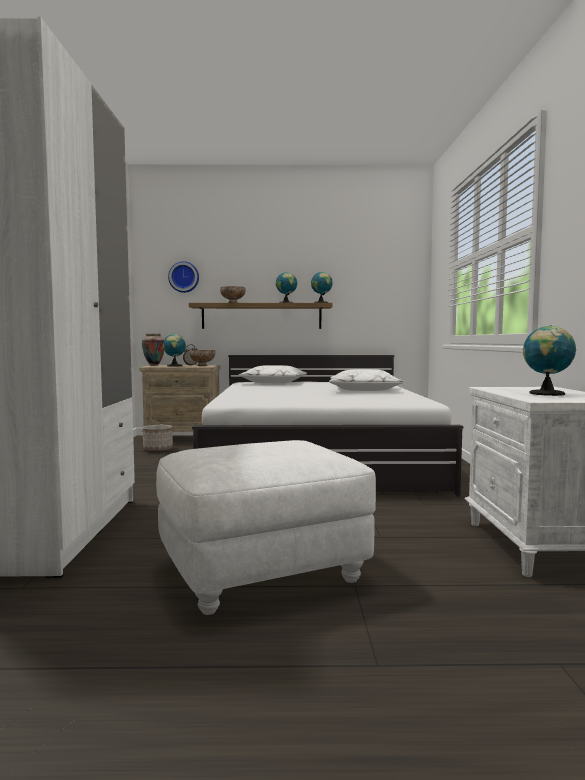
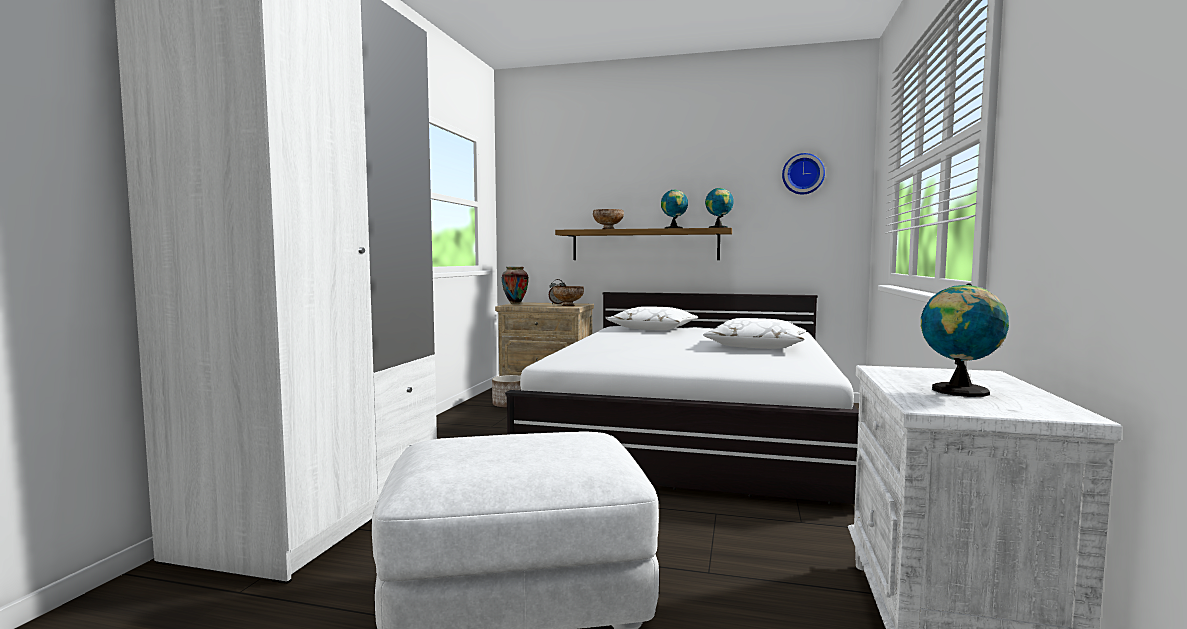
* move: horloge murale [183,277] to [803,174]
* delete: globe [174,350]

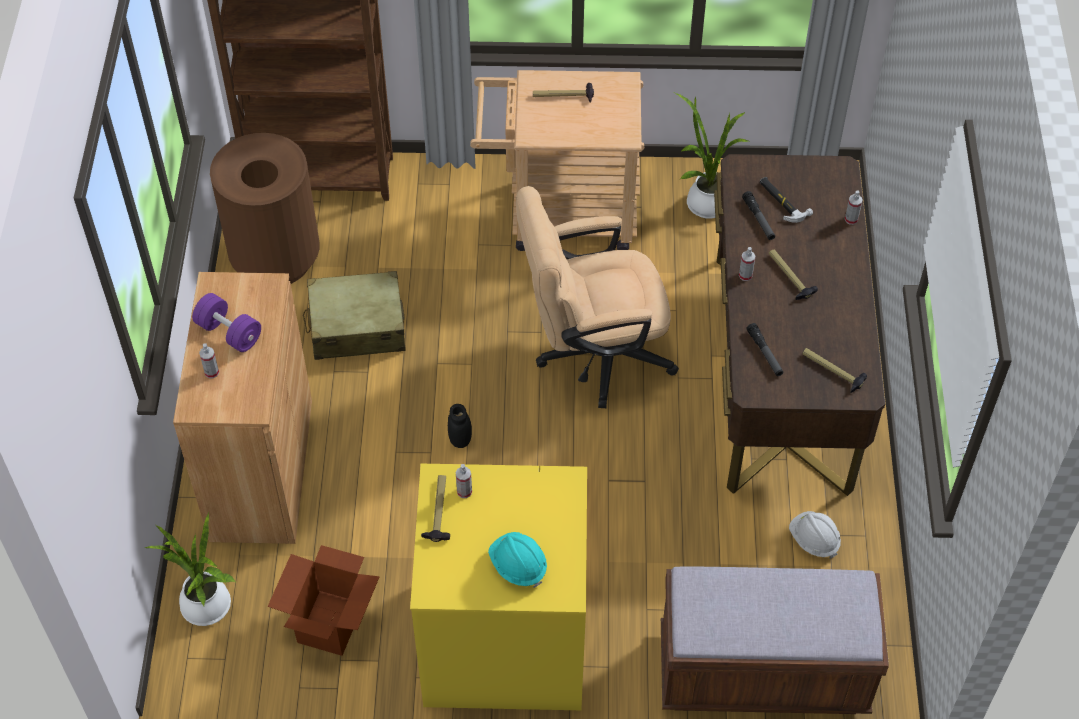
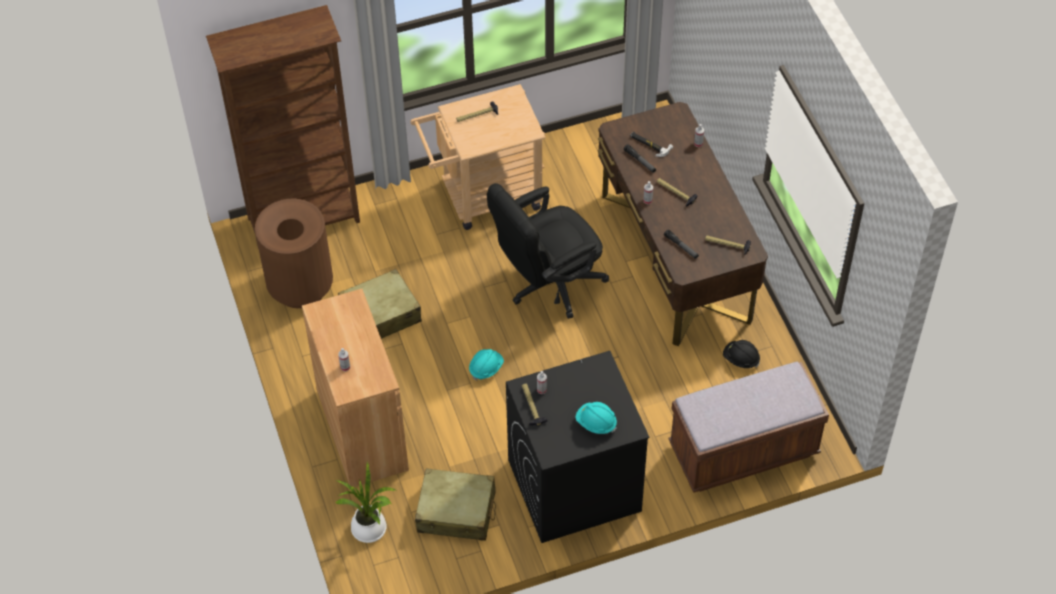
* delete: plante en pot [712,156]
* recolor: chaise de bureau/beige [597,297] to chaise de bureau/noir [548,251]
* delete: haltère/violet [226,322]
* replace: bocal/noir [460,426] to casque de chantier/turquoise [486,365]
* recolor: lave-linge/jaune [498,587] to lave-linge/noir [577,447]
* recolor: casque de chantier/blanc [815,535] to casque de chantier/noir [741,354]
* replace: carton [324,600] to valise/beige [455,504]

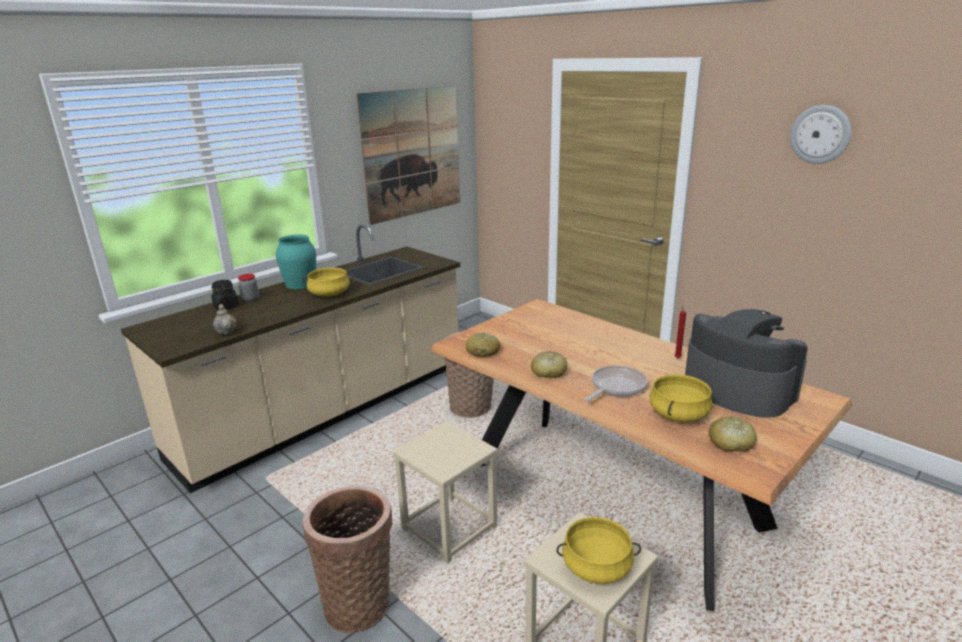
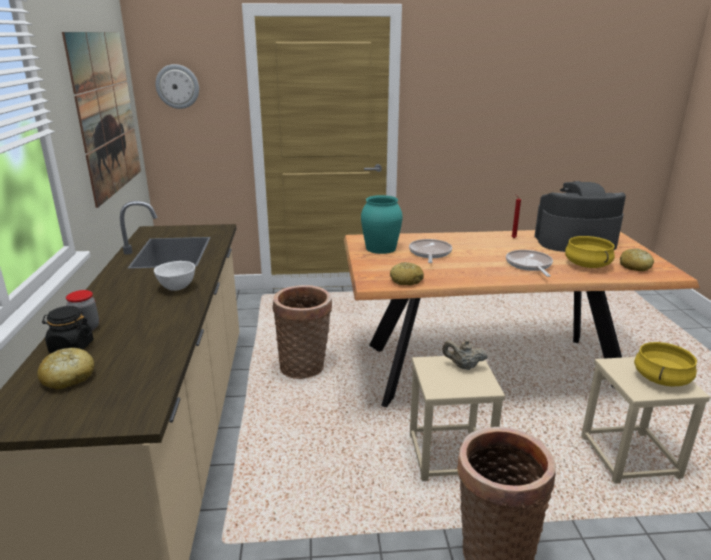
* move: horloge murale [821,134] to [177,86]
* move: vase/turquoise [296,262] to [382,224]
* replace: marmite/jaune [327,282] to bol/blanc [174,276]
* move: théière/beige [225,319] to [465,355]
* move: pain [549,364] to [65,368]
* insert: poêle [430,251]

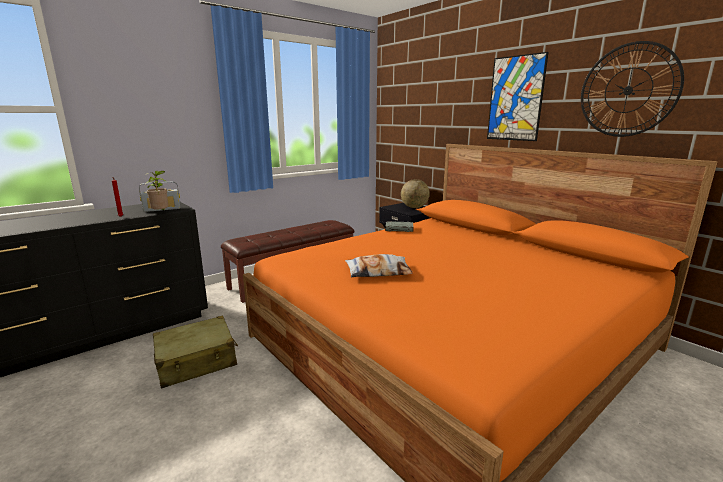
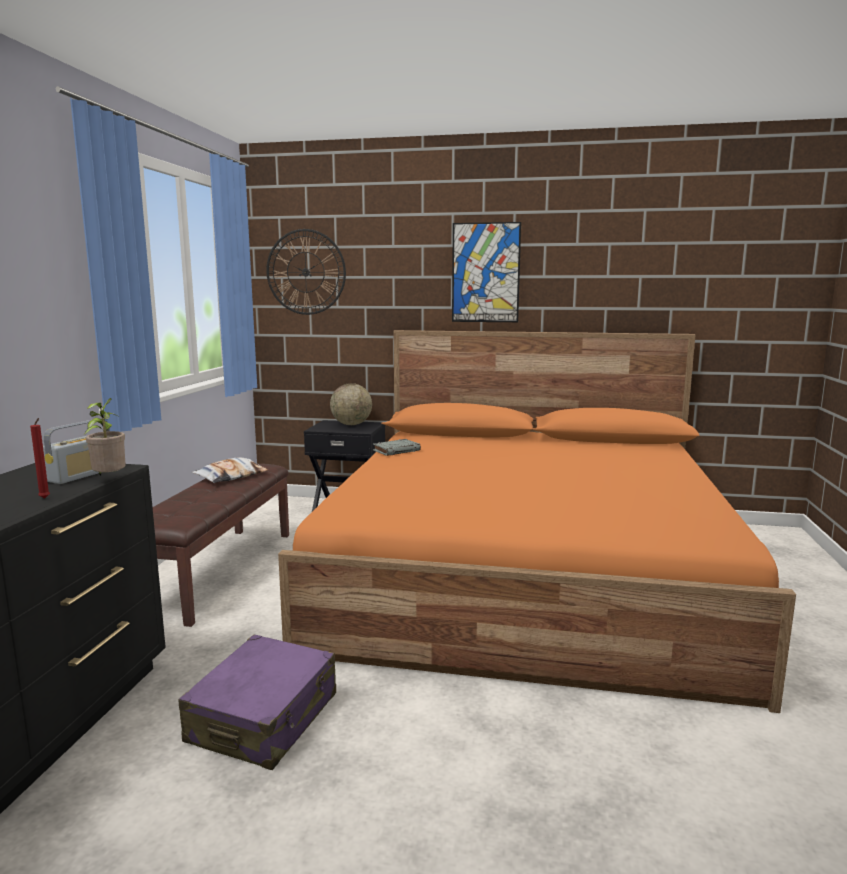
* move: horloge murale [632,89] to [306,272]
* move: coussin [379,265] to [230,470]
* recolor: valise/beige [195,352] to valise/violet [257,702]

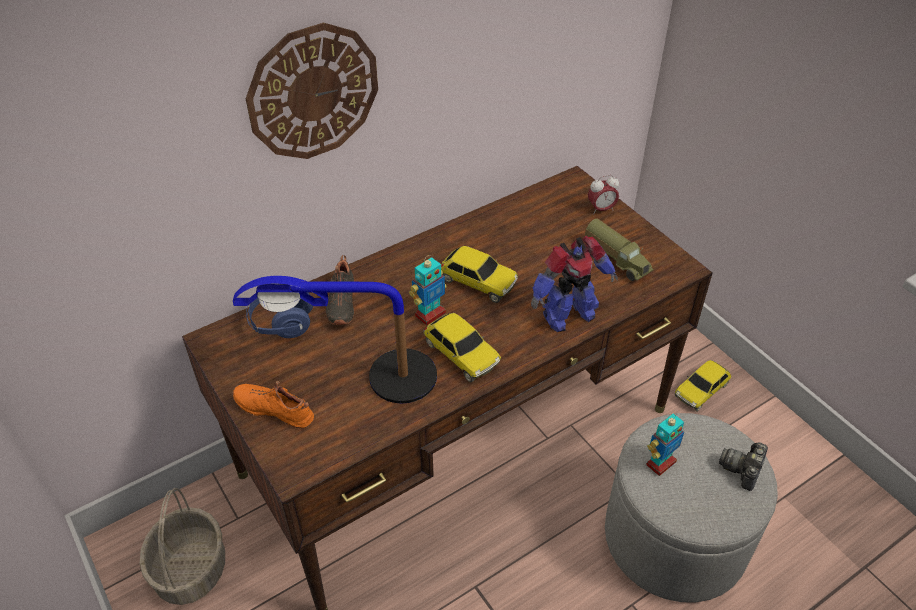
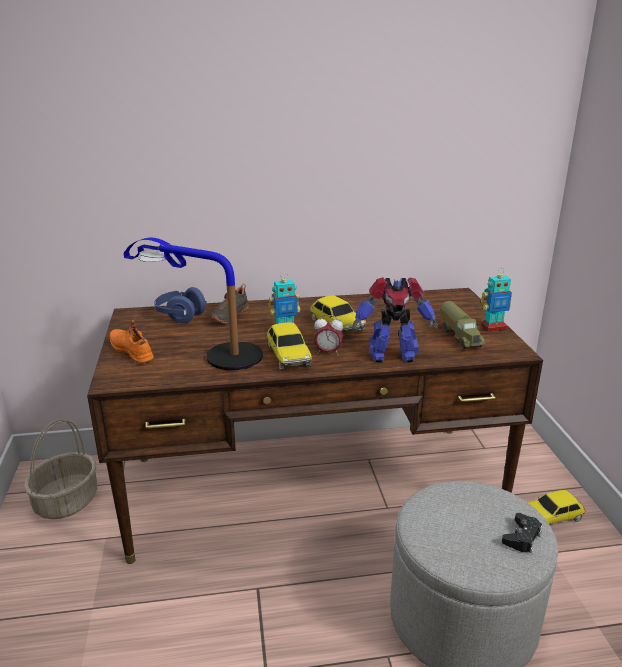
* delete: horloge murale [312,90]
* move: réveil [603,194] to [328,334]
* move: robot jouet [665,445] to [496,302]
* replace: appareil photo [743,467] to manette/noir [522,533]

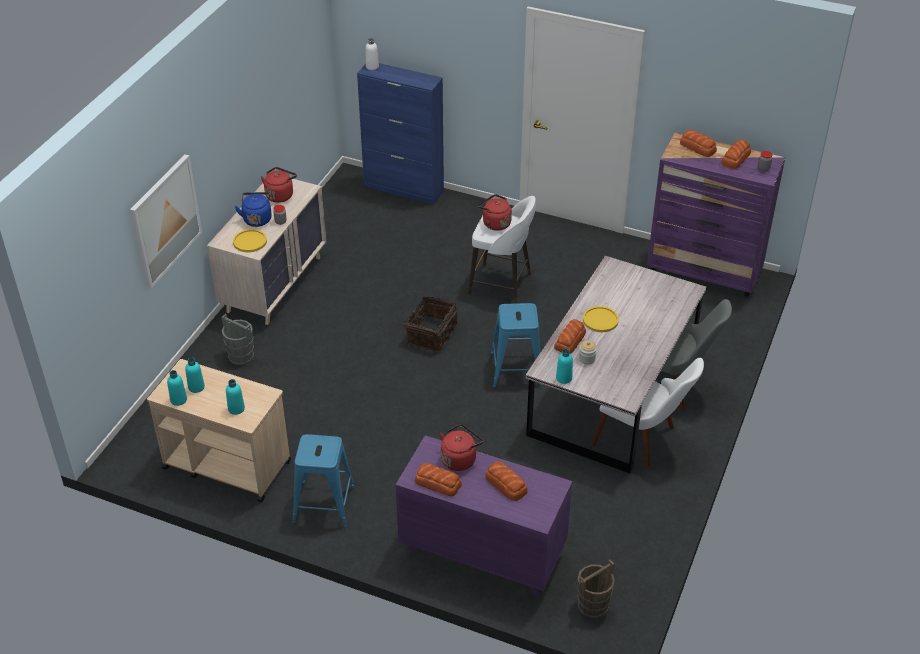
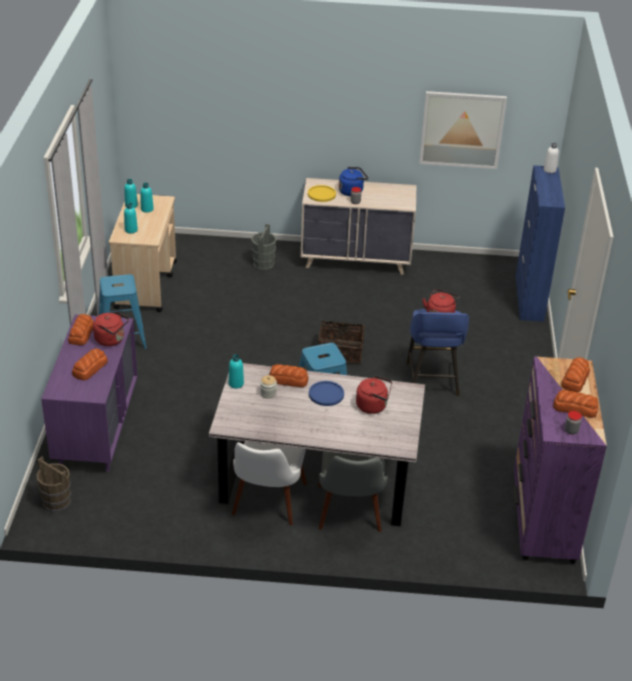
* move: tableau [166,221] to [463,130]
* move: bouilloire/rouge [279,185] to [374,395]
* recolor: tabouret/blanc [502,250] to tabouret/bleu [437,352]
* recolor: assiette/jaune [601,319] to assiette/bleu [326,393]

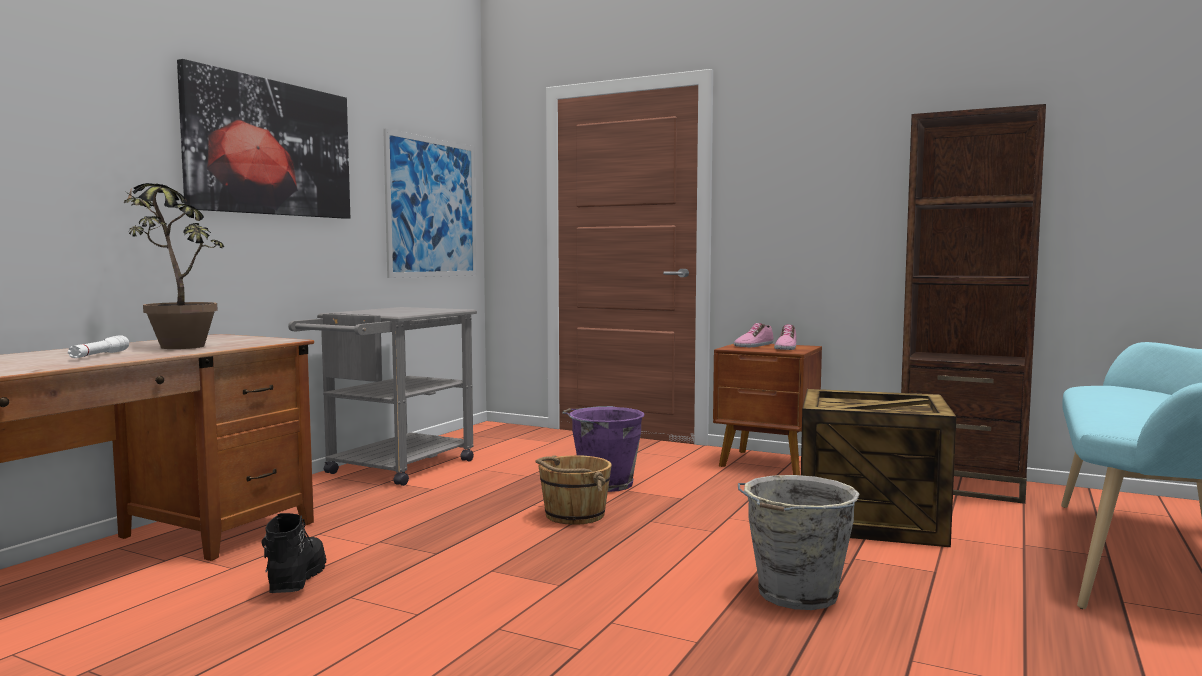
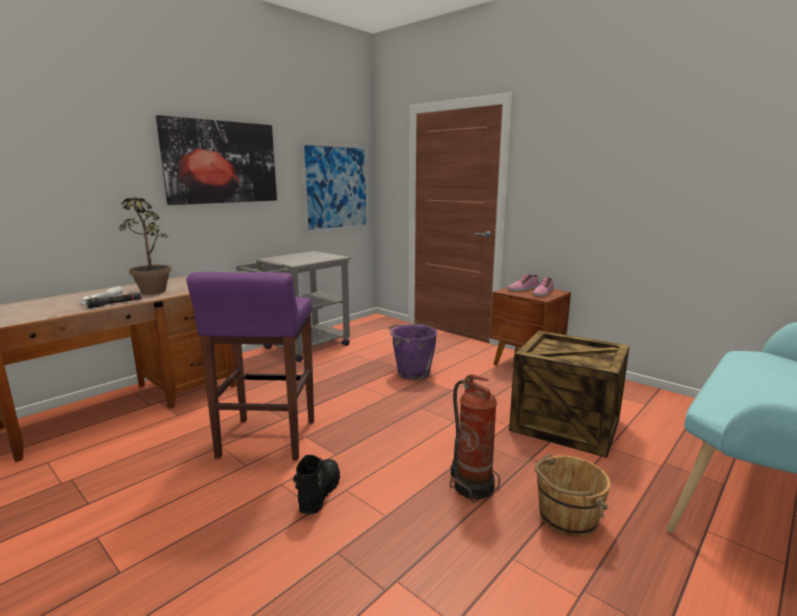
* delete: bibliothèque/marron [973,304]
* move: seau/marron [574,490] to [573,495]
* replace: seau/gris [799,542] to extincteur [475,438]
* move: botte/noir [294,553] to [316,484]
* insert: tabouret/violet [250,366]
* insert: lampe de poche/noir [113,300]

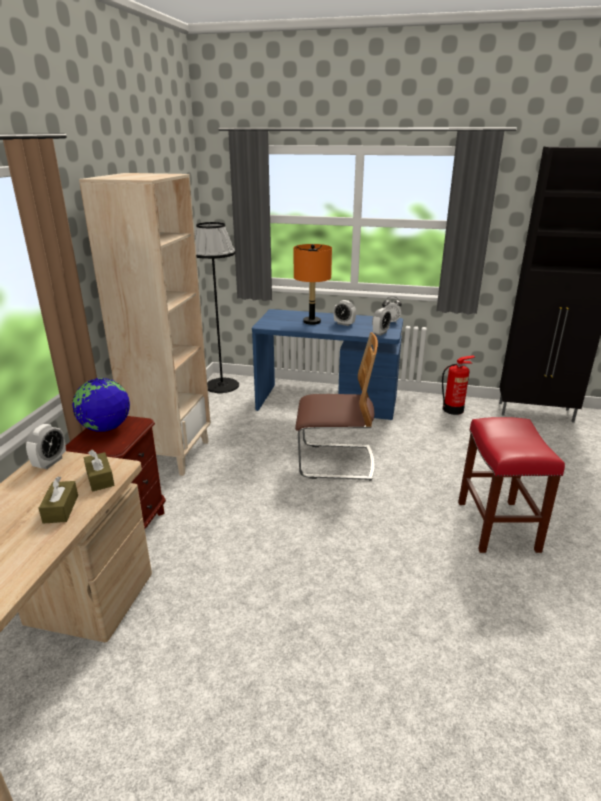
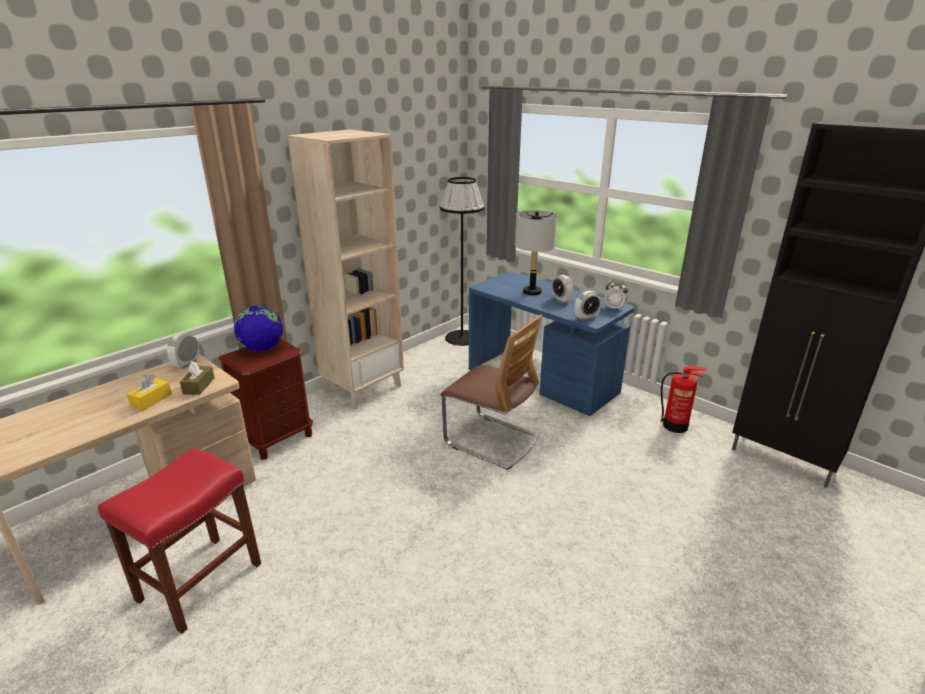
* recolor: lampe de table/orange [313,284] to lampe de table/gris [536,252]
* move: tabouret/rouge [511,485] to [179,541]
* rotate: réveil [46,446] = [183,350] 150 degrees clockwise
* recolor: boîte à mouchoirs/marron [58,500] to boîte à mouchoirs/jaune [149,392]

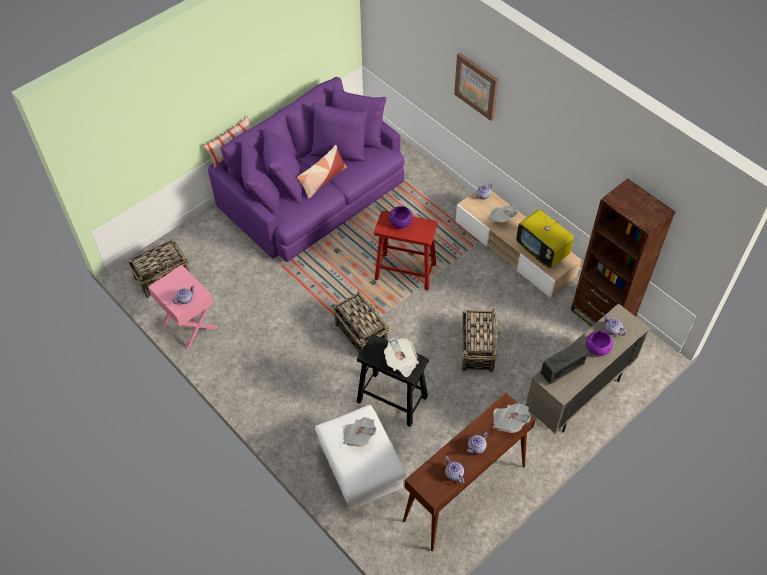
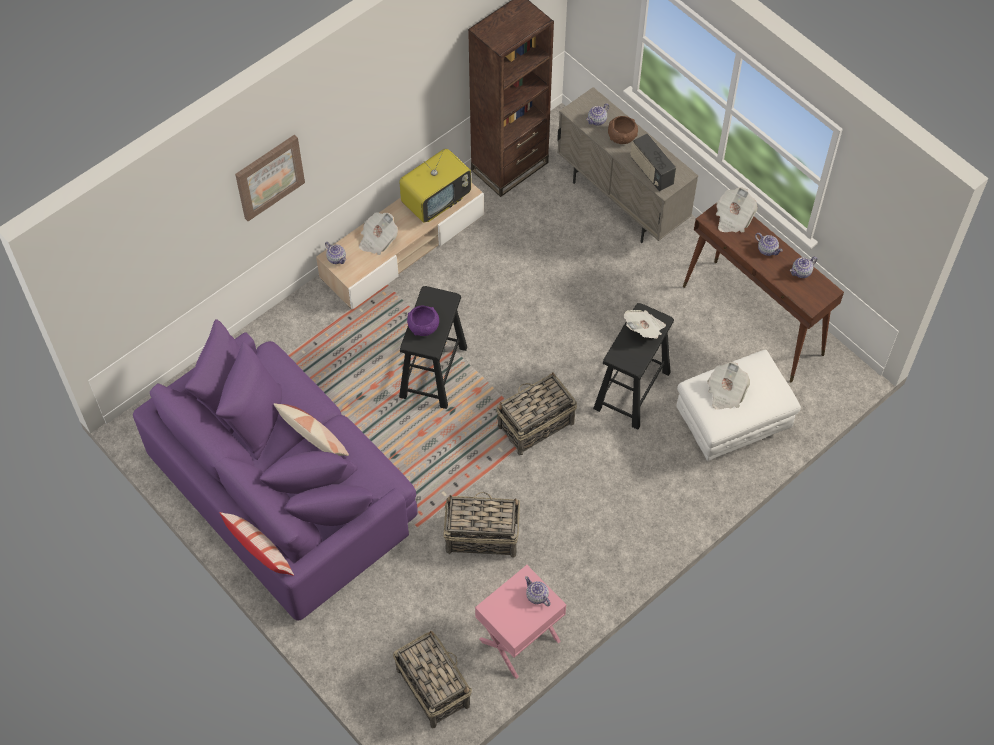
* recolor: tabouret/rouge [406,251] to tabouret/noir [433,347]
* move: panier [481,340] to [481,525]
* recolor: bol/violet [599,343] to bol/marron [623,130]

